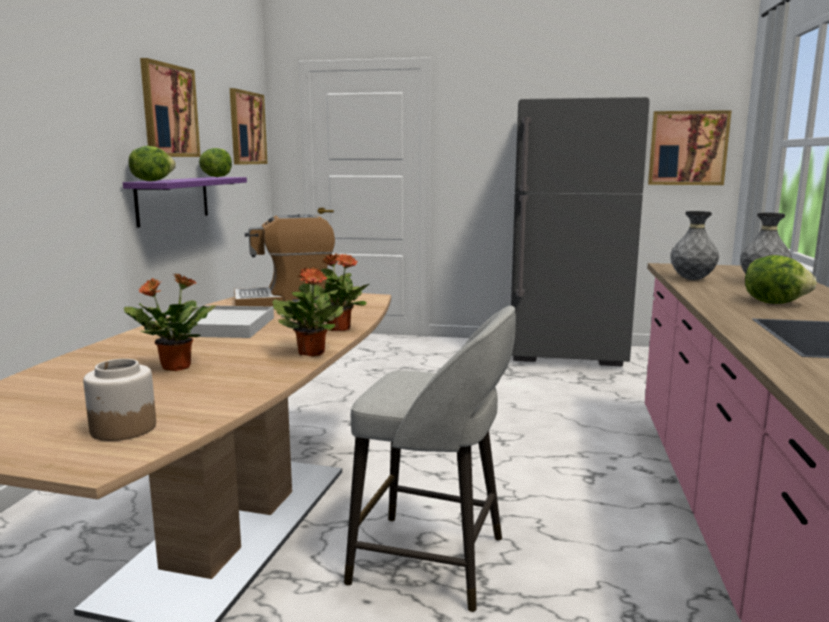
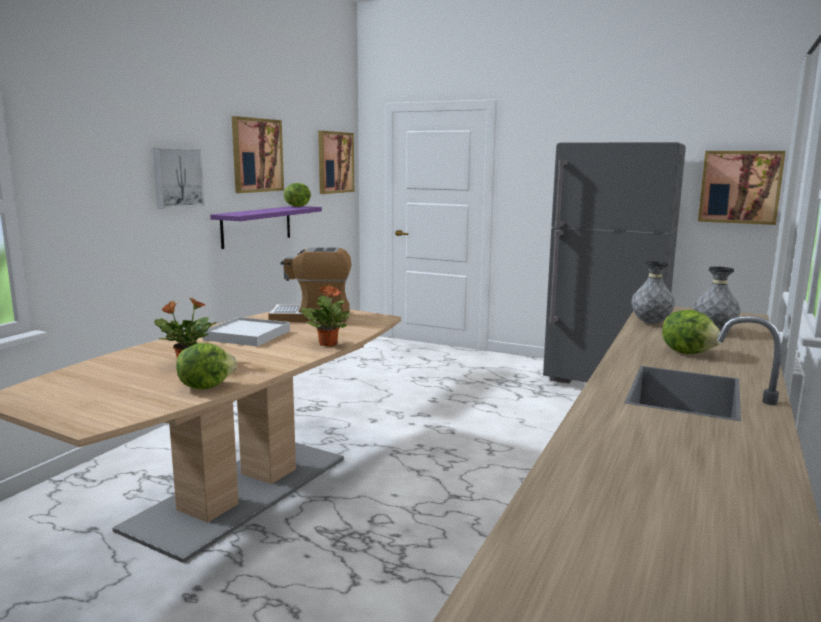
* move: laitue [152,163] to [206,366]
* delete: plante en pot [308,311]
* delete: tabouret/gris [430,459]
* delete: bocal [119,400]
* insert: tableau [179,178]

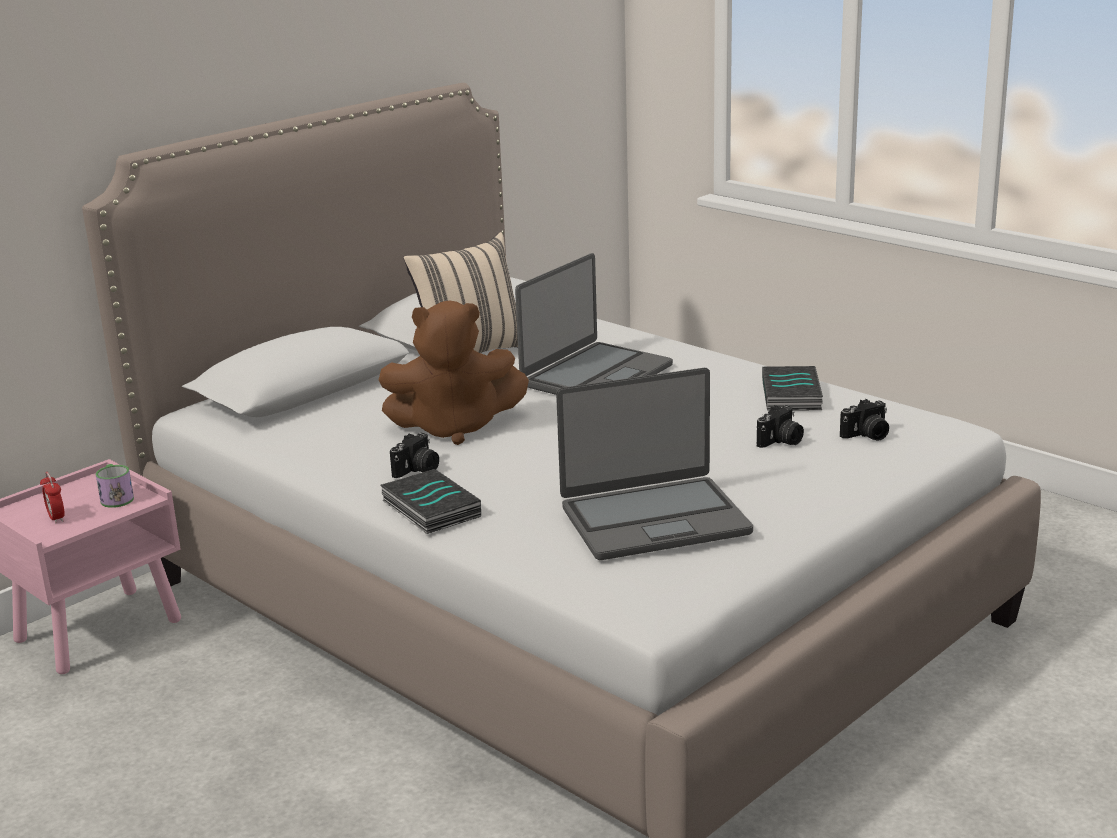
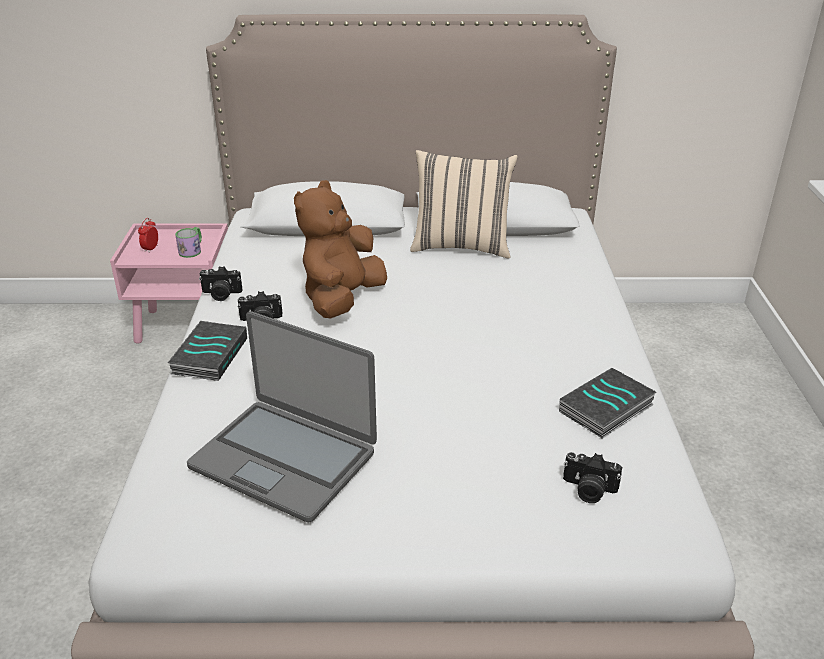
* delete: ordinateur portable [594,324]
* rotate: peluche/marron [454,373] = [340,249] 75 degrees clockwise
* move: appareil photo [780,426] to [220,283]

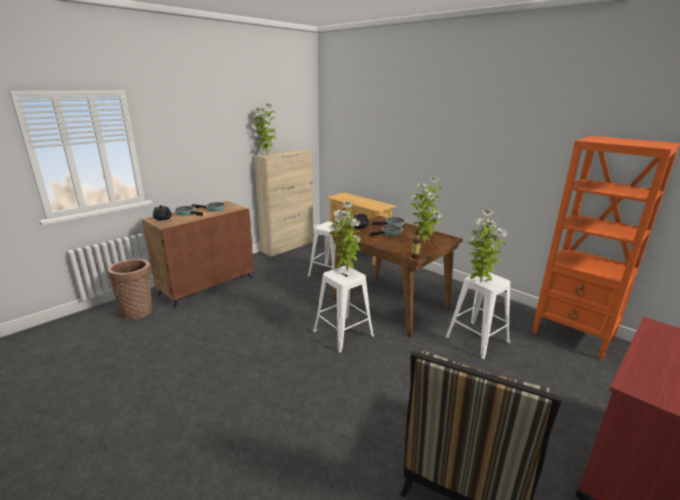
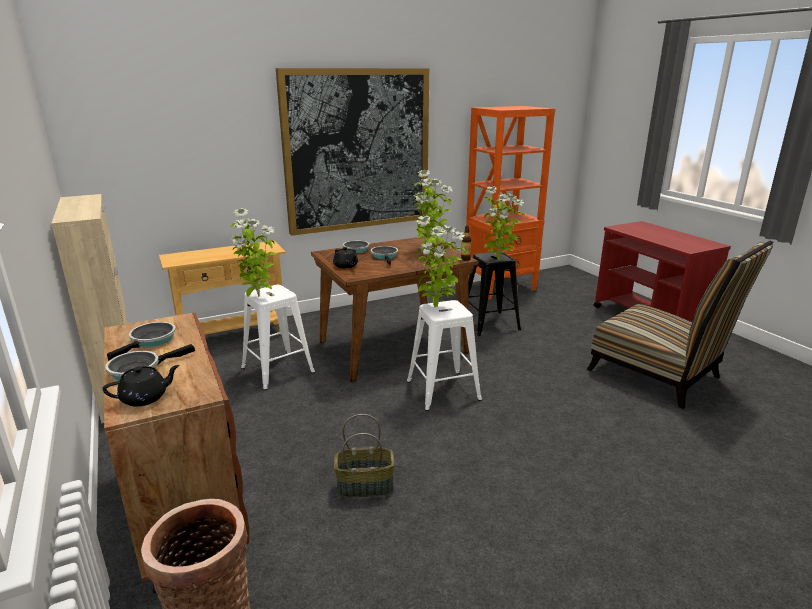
* move: plante en pot [265,129] to [253,252]
* recolor: tabouret/blanc [477,316] to tabouret/noir [494,294]
* insert: tableau [352,152]
* insert: panier [364,456]

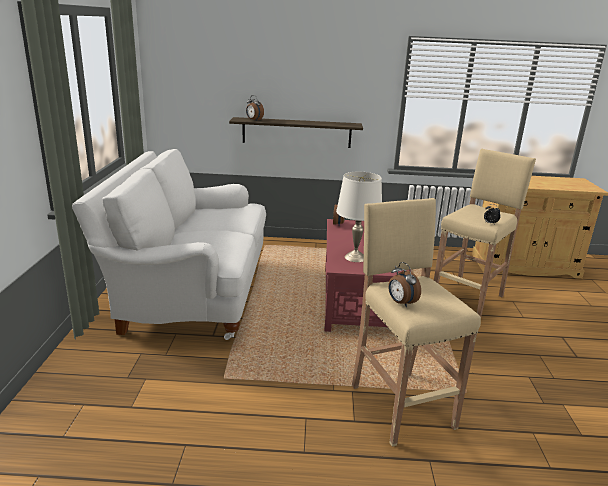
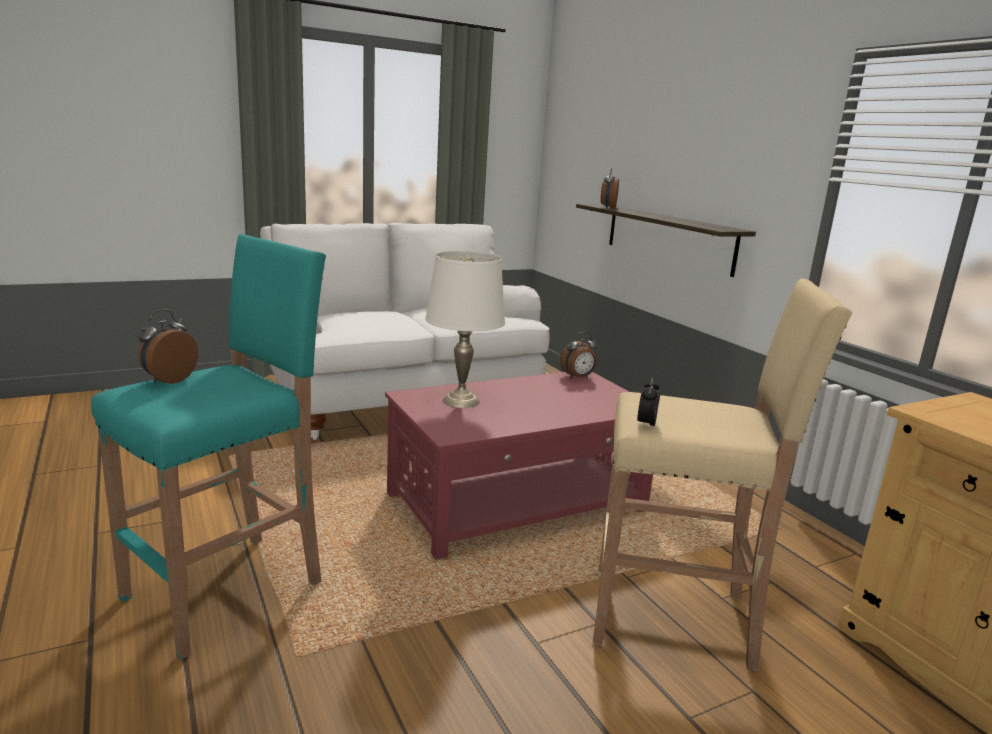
* recolor: tabouret/beige [416,322] to tabouret/turquoise [208,447]

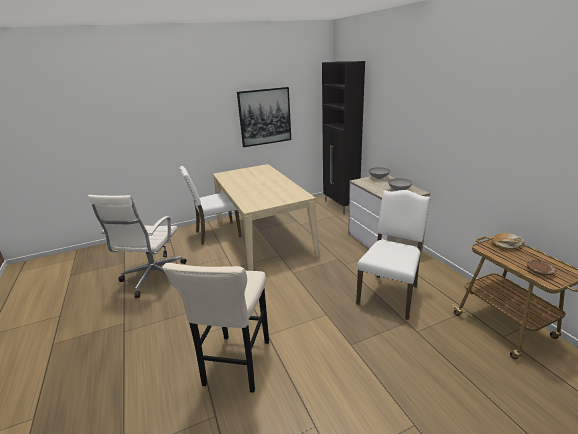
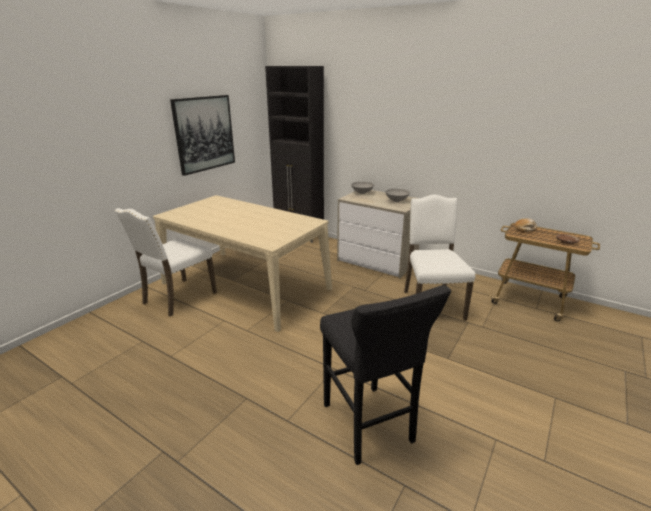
* delete: chaise de bureau/blanc [137,246]
* recolor: tabouret/beige [215,328] to tabouret/noir [385,375]

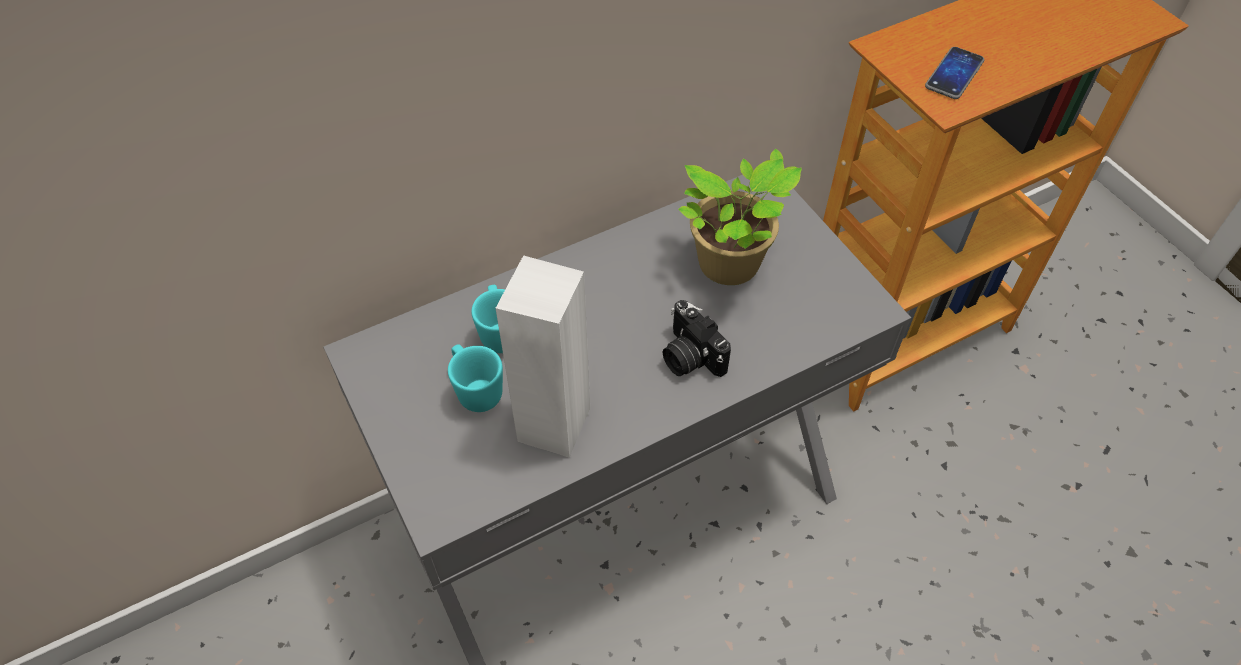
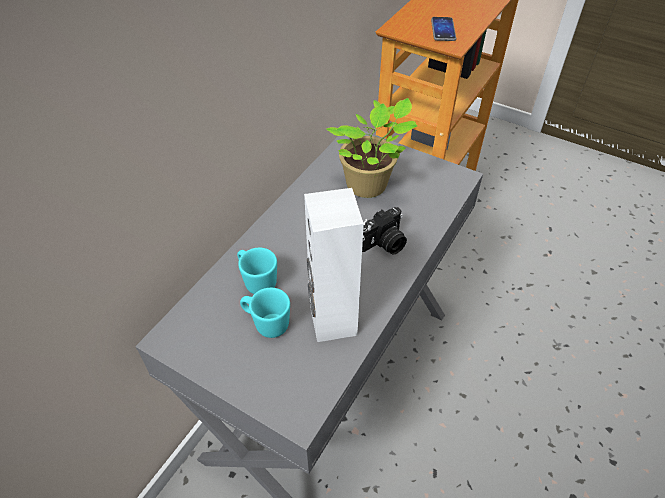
* rotate: appareil photo [696,338] = [384,231] 60 degrees counterclockwise

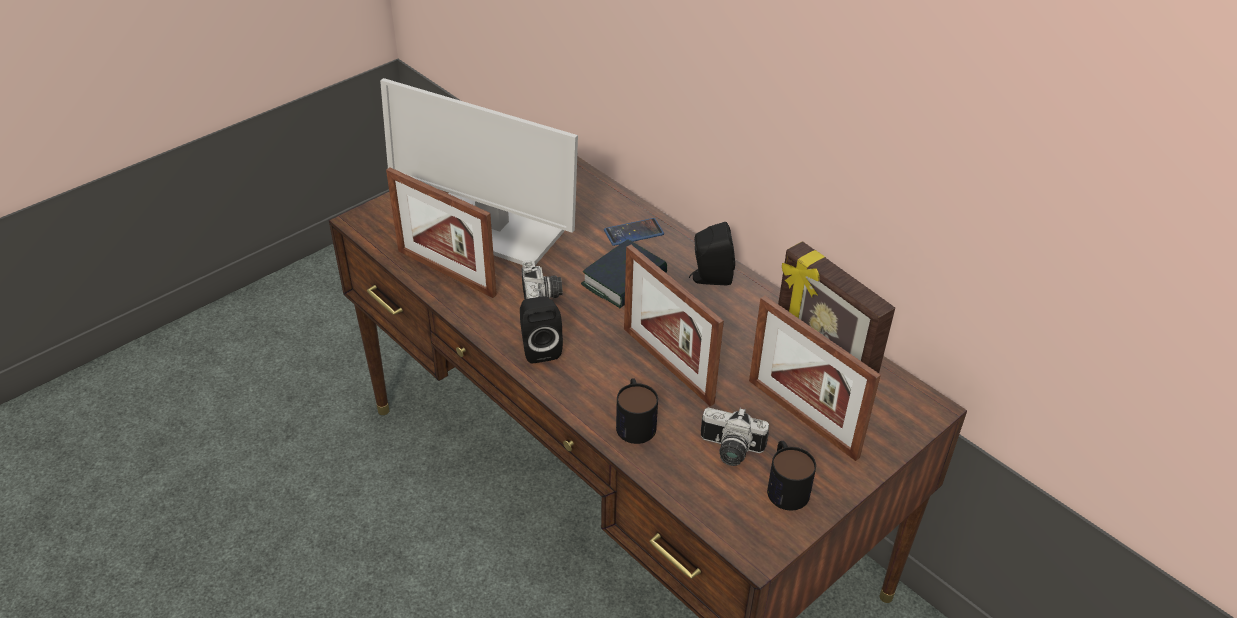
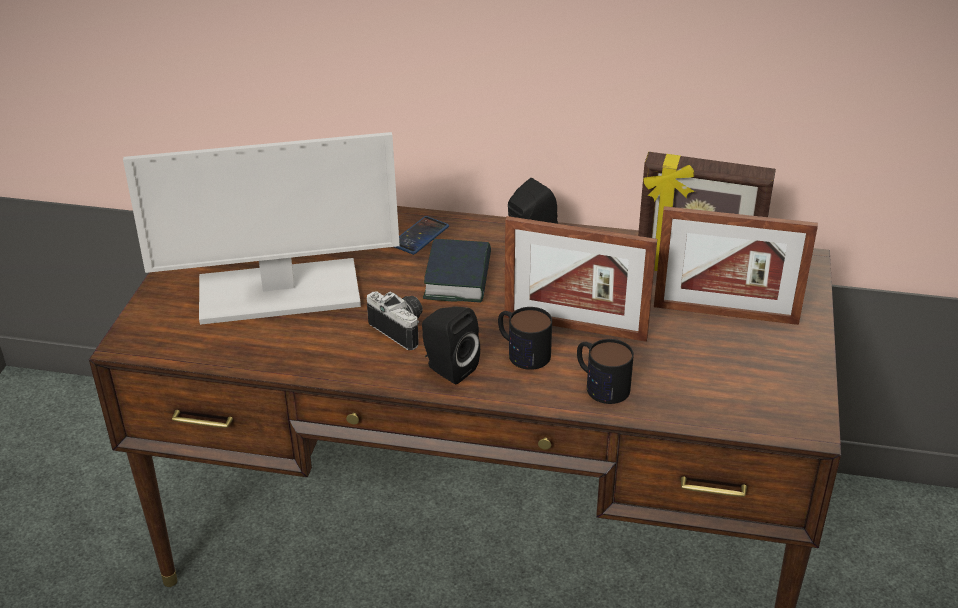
* delete: cadre photo [441,232]
* delete: appareil photo [735,437]
* move: mug [791,475] to [525,338]

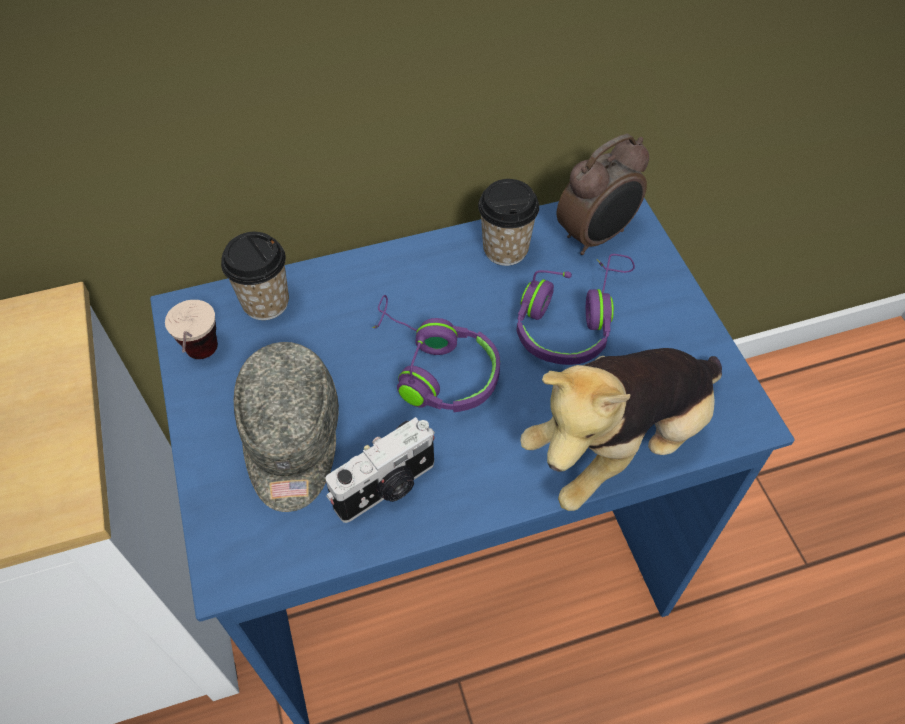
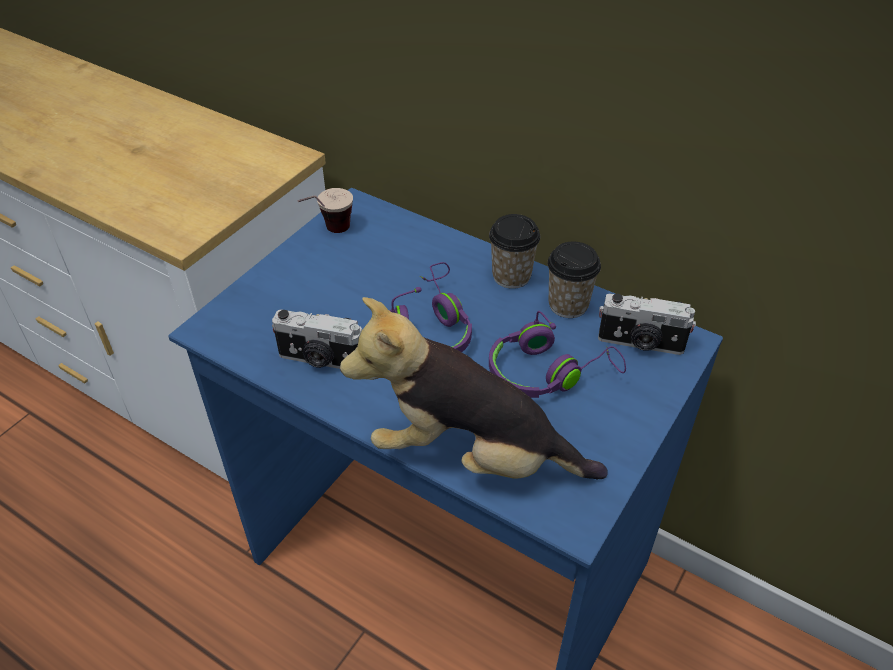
* replace: réveil [603,194] to appareil photo [647,324]
* move: tasse [255,276] to [514,251]
* delete: casquette/gris [286,427]

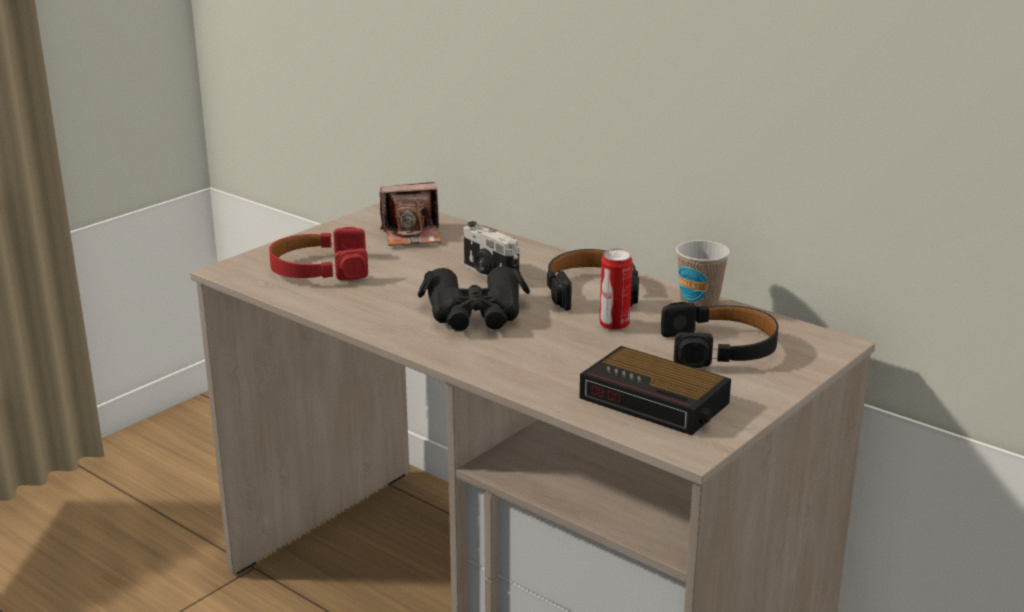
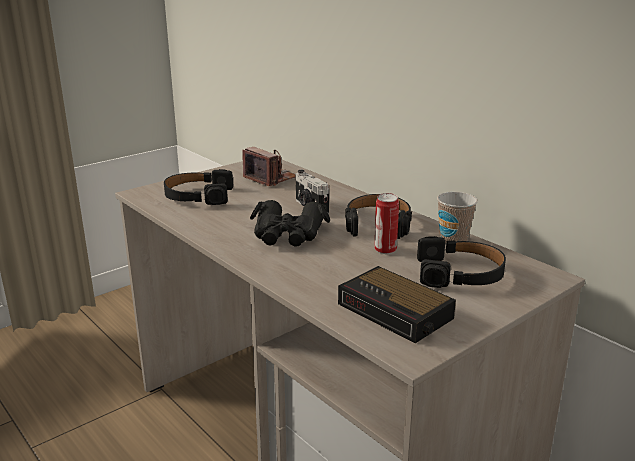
* rotate: appareil photo [410,214] = [268,166] 135 degrees counterclockwise
* recolor: casque audio/rouge [318,253] to casque audio/noir [198,187]

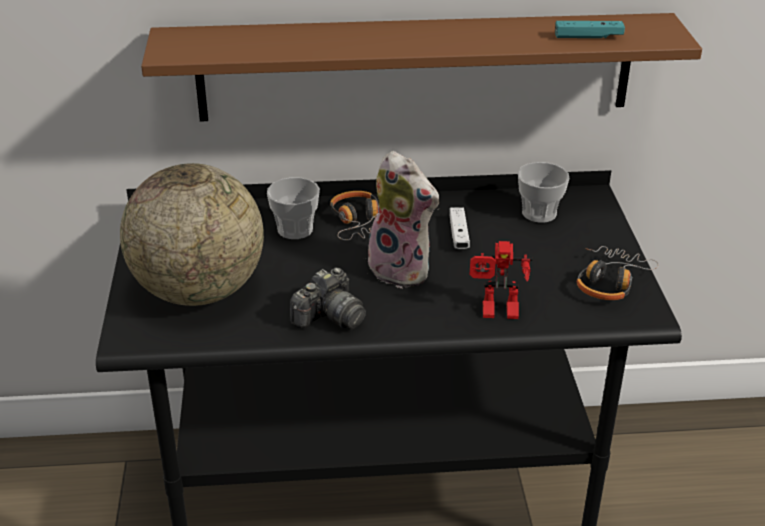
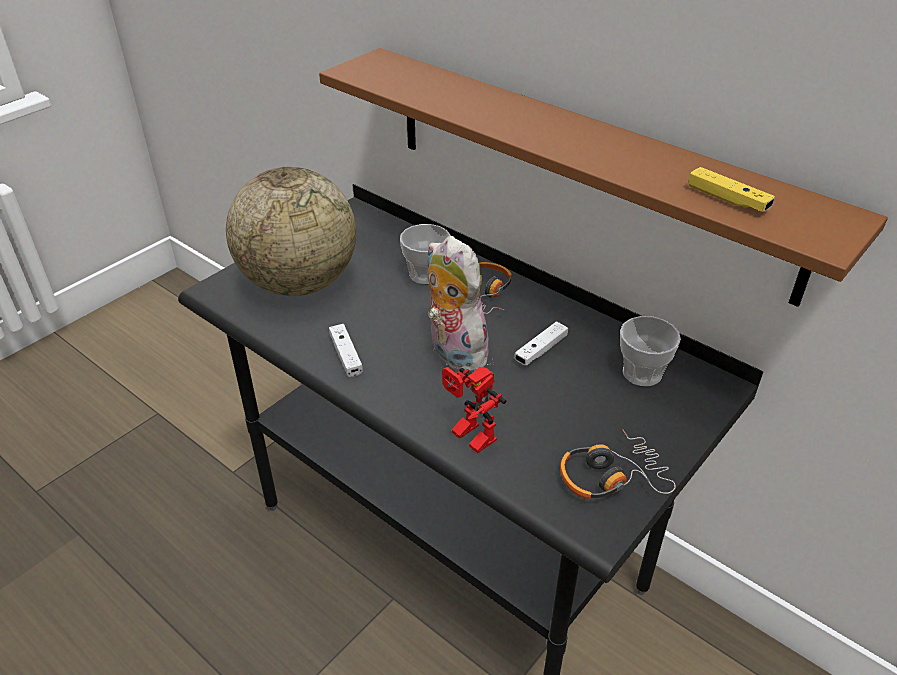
* recolor: manette/turquoise [590,29] to manette/jaune [731,189]
* rotate: peluche [402,219] = [458,304] 150 degrees clockwise
* replace: appareil photo [328,298] to manette/blanc [346,350]

